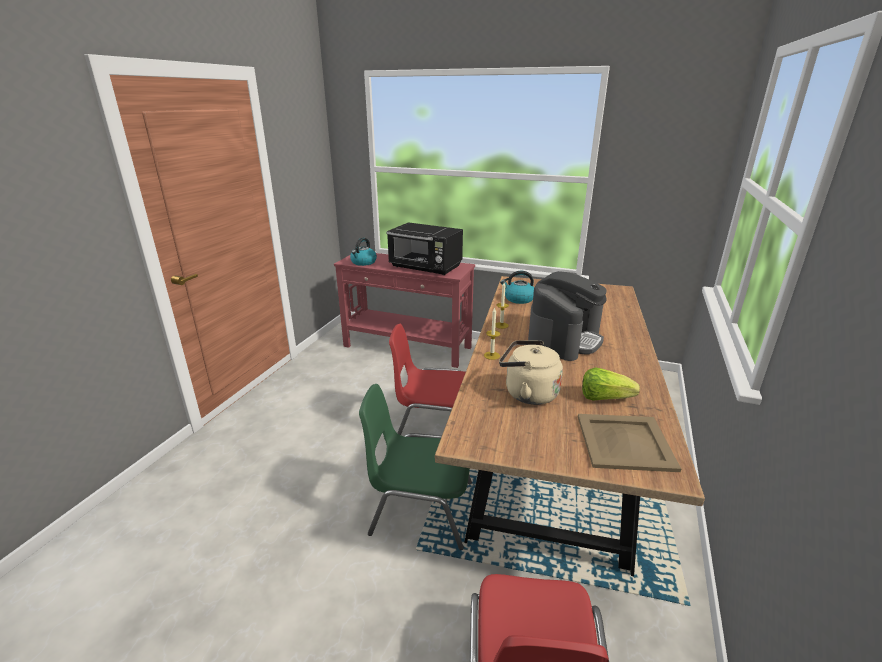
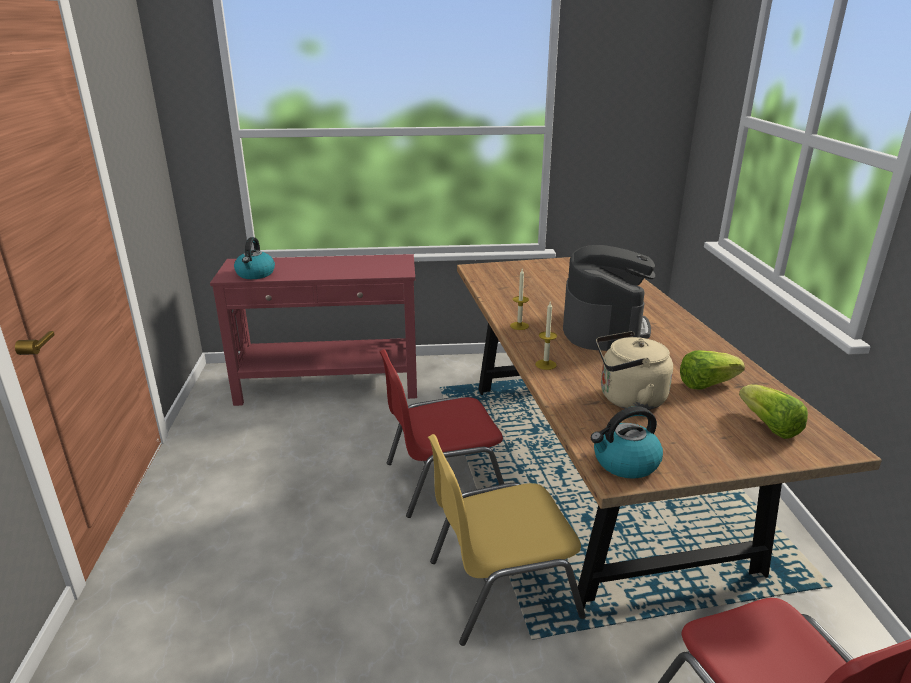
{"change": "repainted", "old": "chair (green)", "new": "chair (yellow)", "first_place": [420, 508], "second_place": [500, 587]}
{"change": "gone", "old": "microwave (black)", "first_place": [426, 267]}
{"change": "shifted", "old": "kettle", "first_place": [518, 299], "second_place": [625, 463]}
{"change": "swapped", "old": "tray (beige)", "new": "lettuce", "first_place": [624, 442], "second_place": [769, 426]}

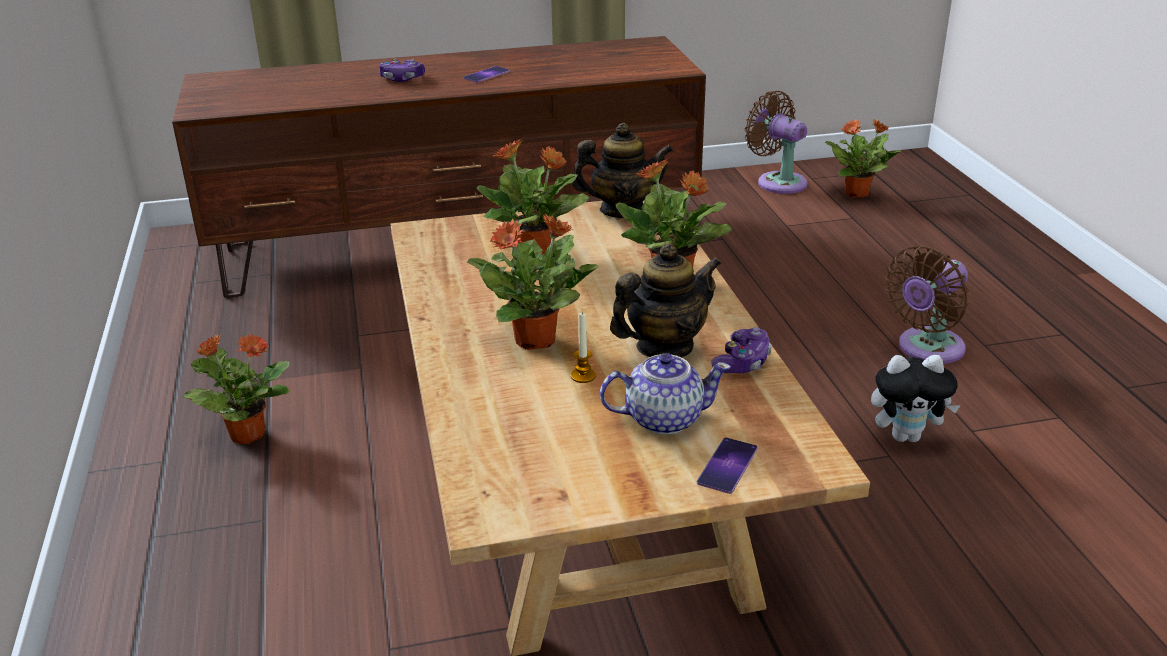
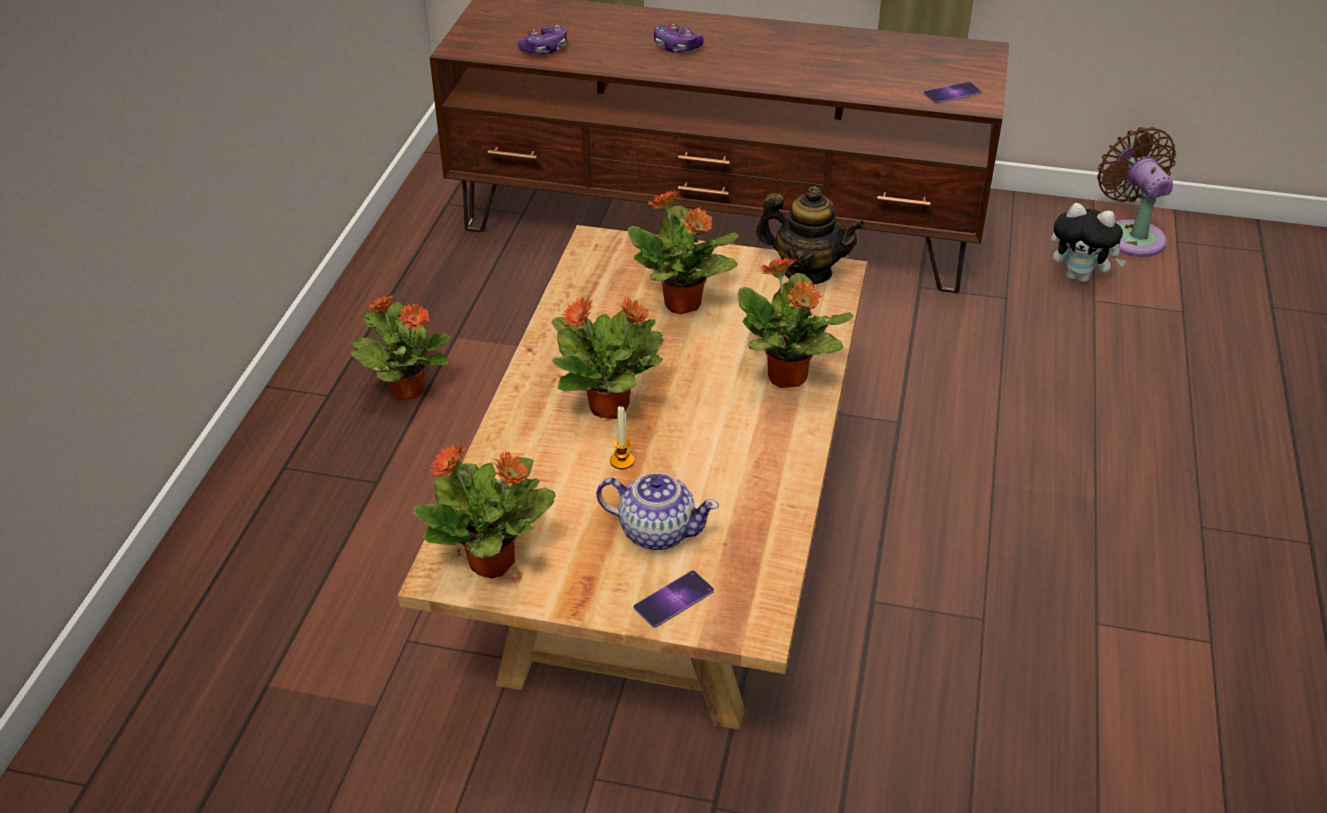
{"change": "shifted", "old": "phone", "first_place": [486, 75], "second_place": [952, 93]}
{"change": "gone", "old": "teapot", "first_place": [664, 347]}
{"change": "shifted", "old": "game controller", "first_place": [742, 362], "second_place": [544, 49]}
{"change": "shifted", "old": "potted plant", "first_place": [857, 194], "second_place": [493, 563]}
{"change": "shifted", "old": "plush toy", "first_place": [906, 436], "second_place": [1080, 277]}
{"change": "gone", "old": "fan (brown)", "first_place": [926, 349]}

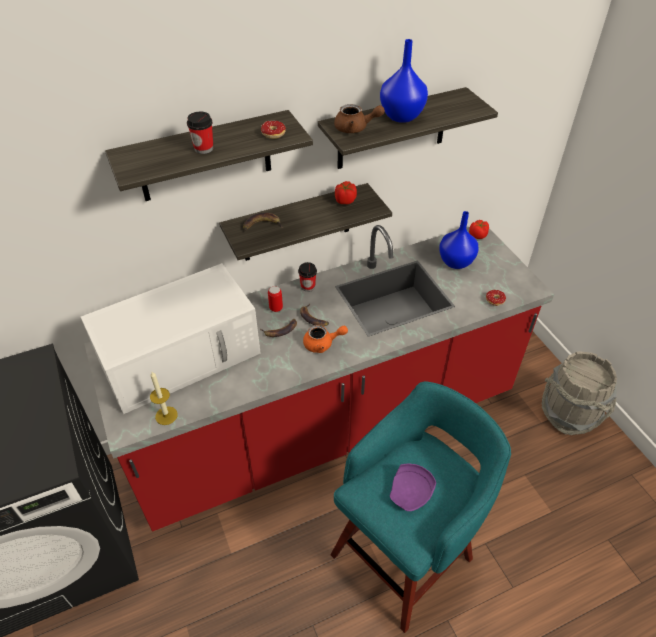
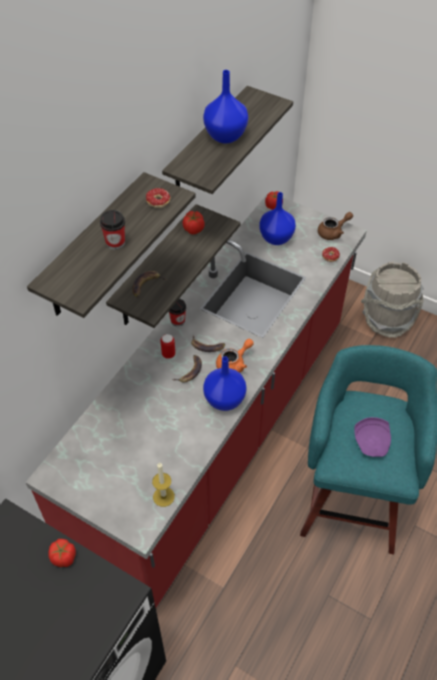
{"change": "gone", "old": "microwave (white)", "first_place": [182, 355]}
{"change": "shifted", "old": "teapot (brown)", "first_place": [355, 128], "second_place": [333, 232]}
{"change": "new", "new": "tomato", "second_place": [64, 557]}
{"change": "new", "new": "vase (blue)", "second_place": [225, 400]}

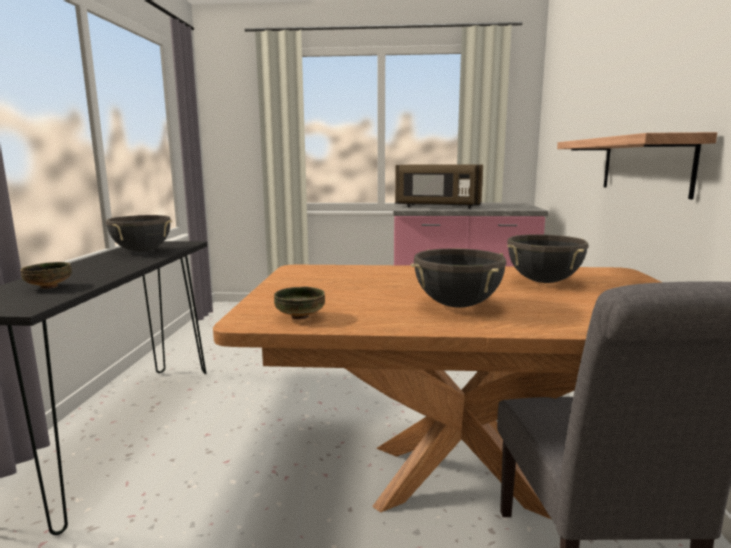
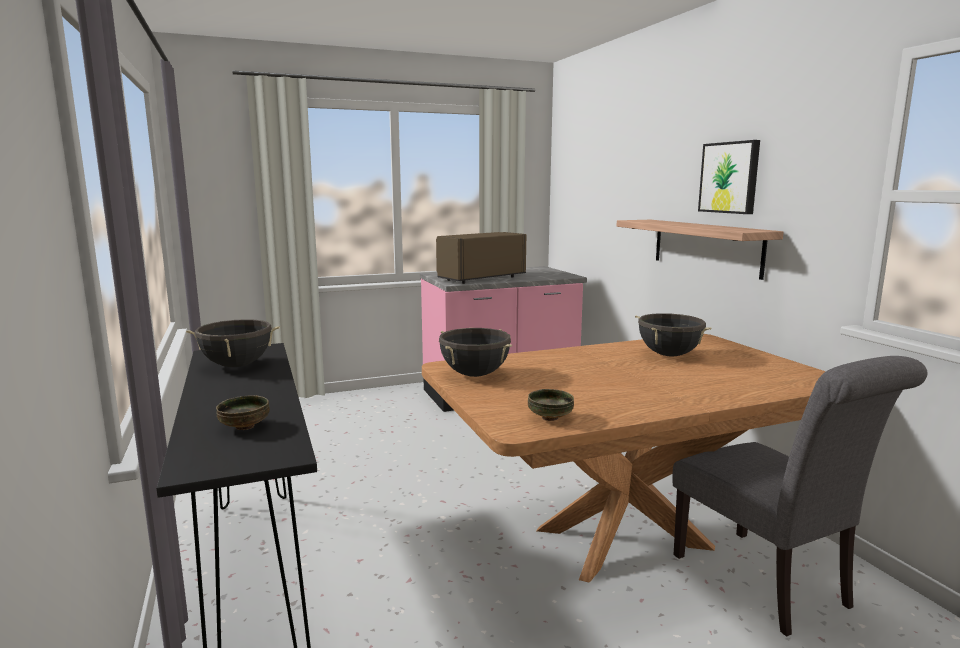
{"change": "rotated", "old": "microwave (brown)", "first_place": [437, 207], "second_place": [479, 278], "degrees": 150}
{"change": "shifted", "old": "cooking pot (black)", "first_place": [457, 305], "second_place": [475, 375]}
{"change": "new", "new": "picture", "second_place": [730, 177]}

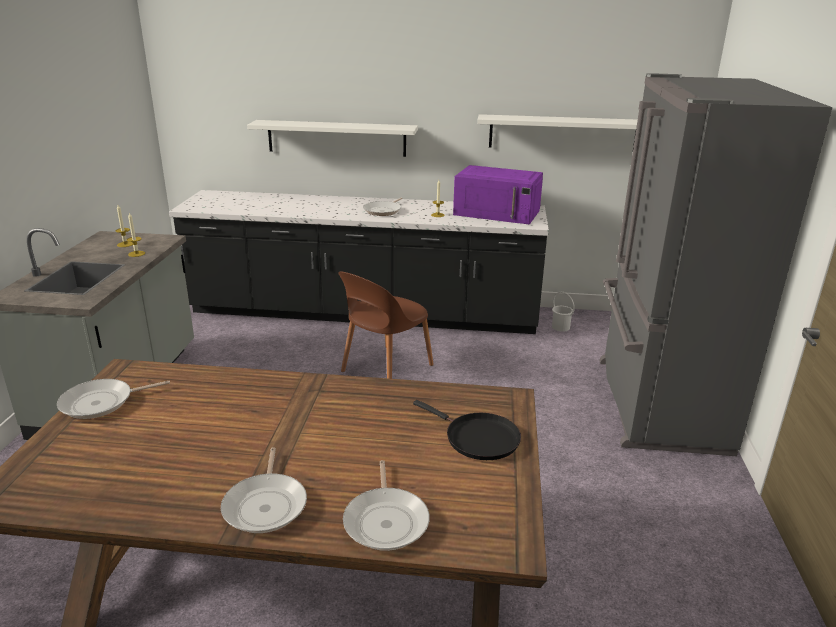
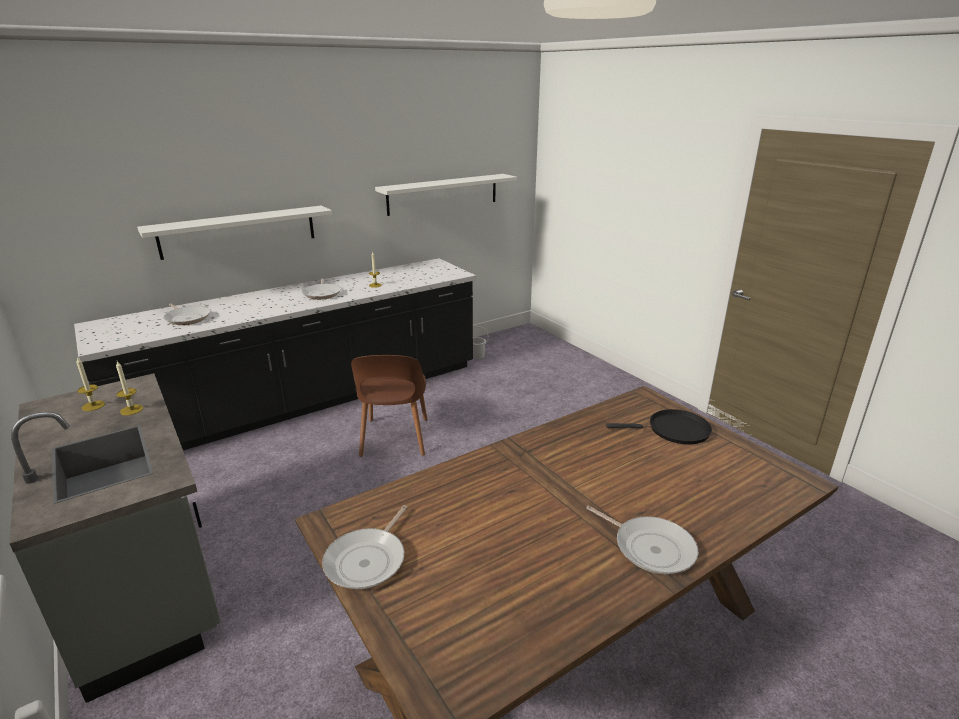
{"change": "shifted", "old": "frying pan", "first_place": [386, 520], "second_place": [187, 318]}
{"change": "gone", "old": "microwave (purple)", "first_place": [497, 212]}
{"change": "gone", "old": "fridge (grey)", "first_place": [656, 404]}

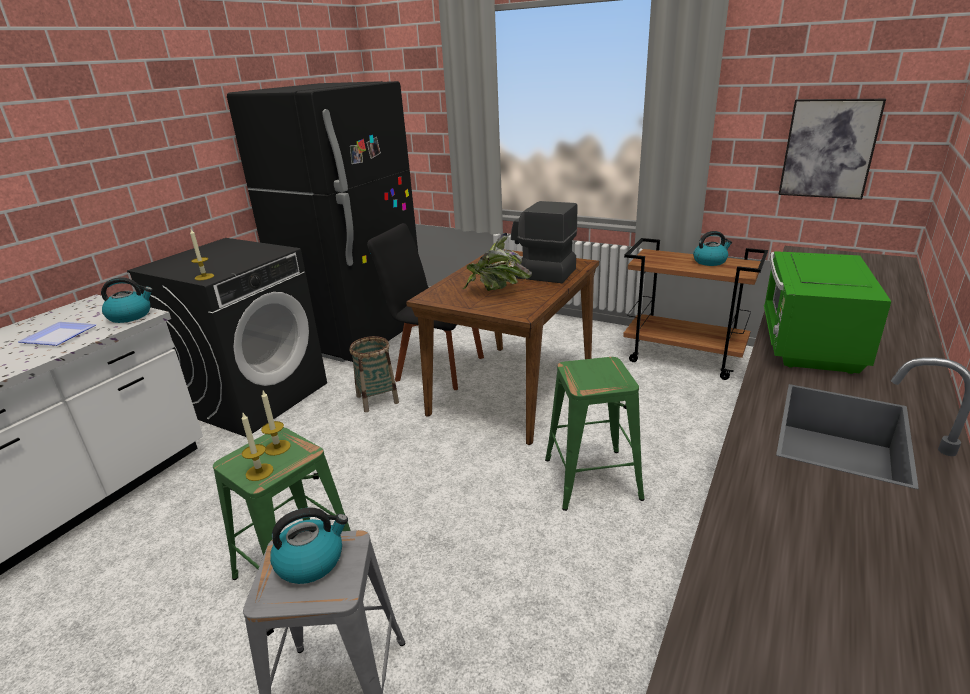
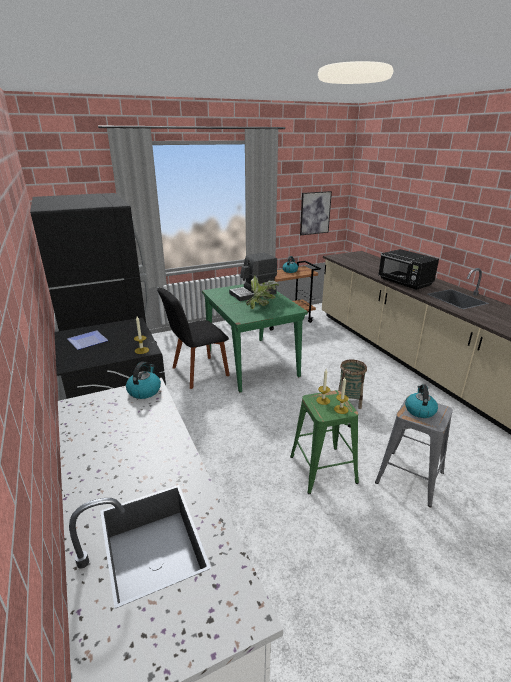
{"change": "shifted", "old": "plate", "first_place": [59, 335], "second_place": [86, 341]}
{"change": "shifted", "old": "basket", "first_place": [377, 399], "second_place": [349, 401]}
{"change": "repainted", "old": "dining table (brown)", "new": "dining table (green)", "first_place": [512, 390], "second_place": [252, 363]}
{"change": "gone", "old": "stool (green)", "first_place": [593, 478]}
{"change": "repainted", "old": "microwave (green)", "new": "microwave (black)", "first_place": [808, 345], "second_place": [405, 283]}

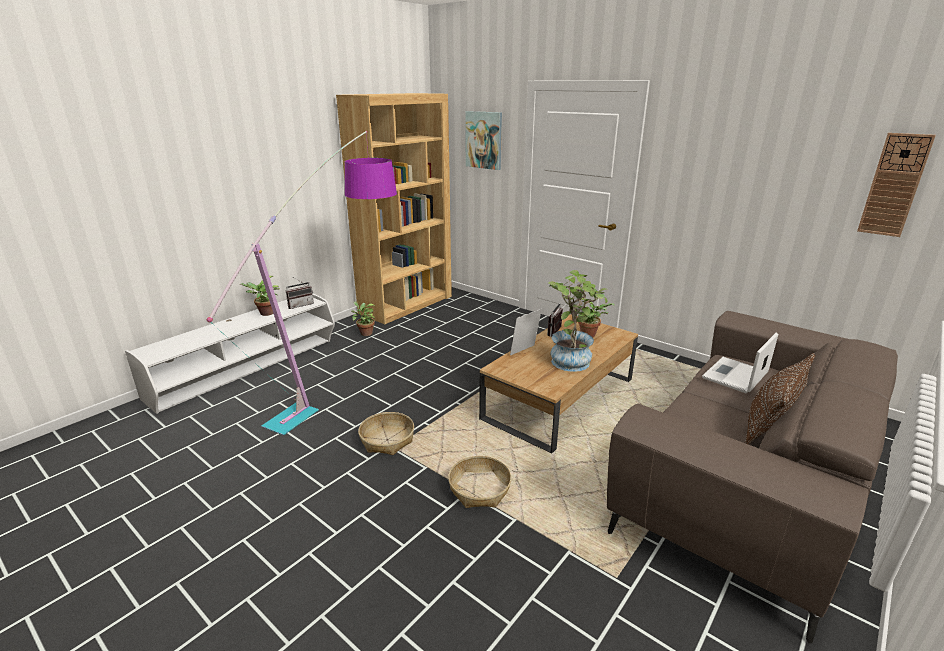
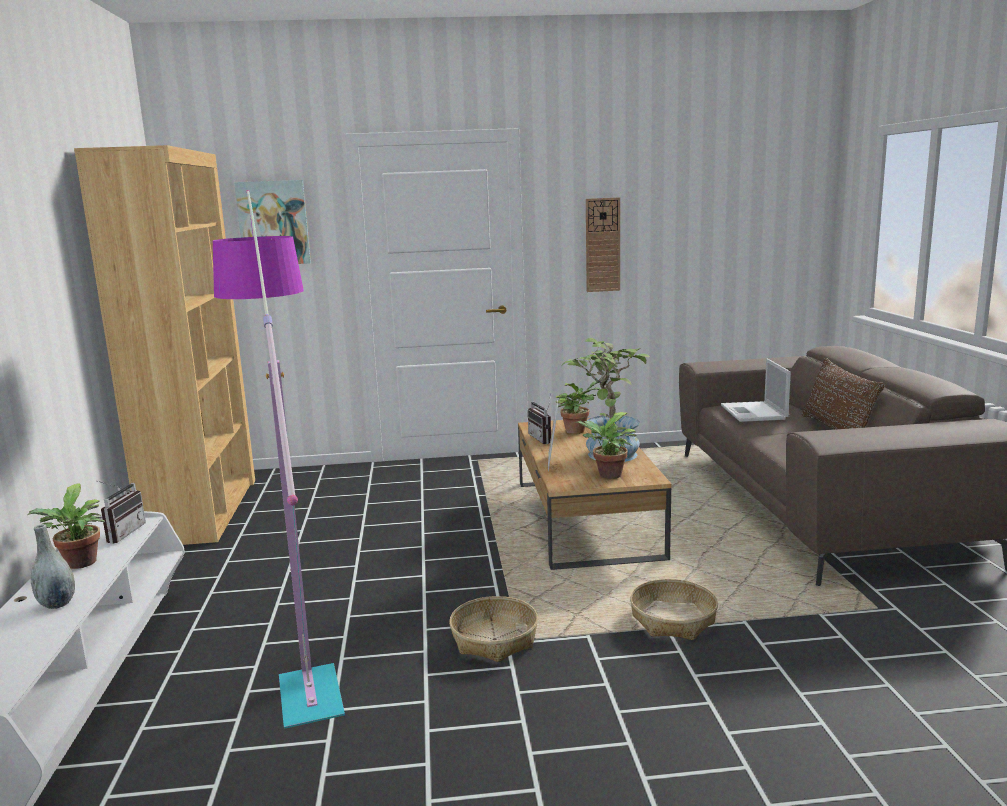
{"change": "shifted", "old": "potted plant", "first_place": [365, 333], "second_place": [607, 475]}
{"change": "shifted", "old": "wall clock", "first_place": [894, 185], "second_place": [602, 245]}
{"change": "new", "new": "vase (grey)", "second_place": [57, 604]}

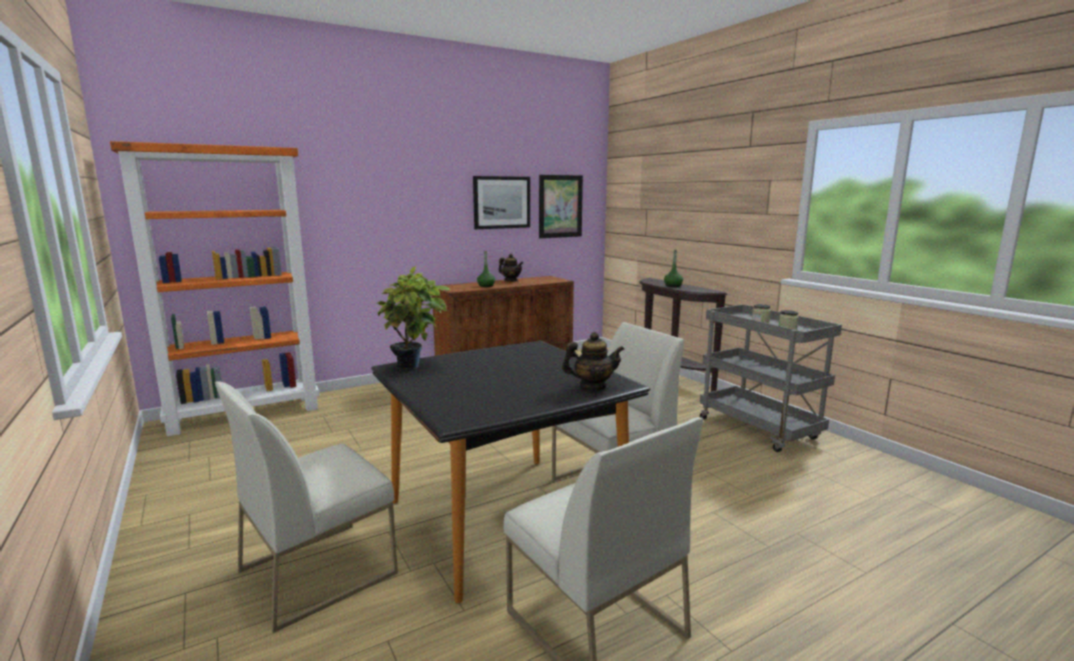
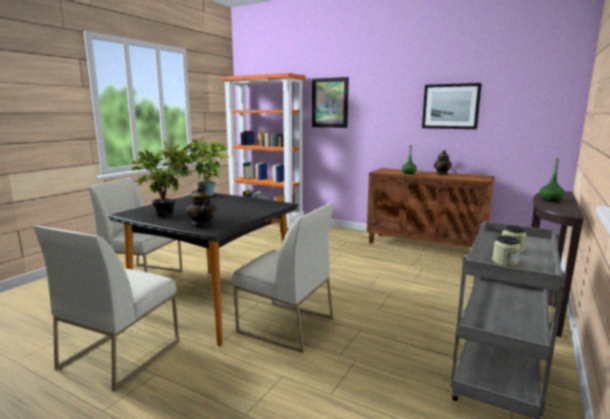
{"change": "shifted", "old": "picture", "first_place": [560, 206], "second_place": [330, 103]}
{"change": "new", "new": "potted plant", "second_place": [168, 214]}

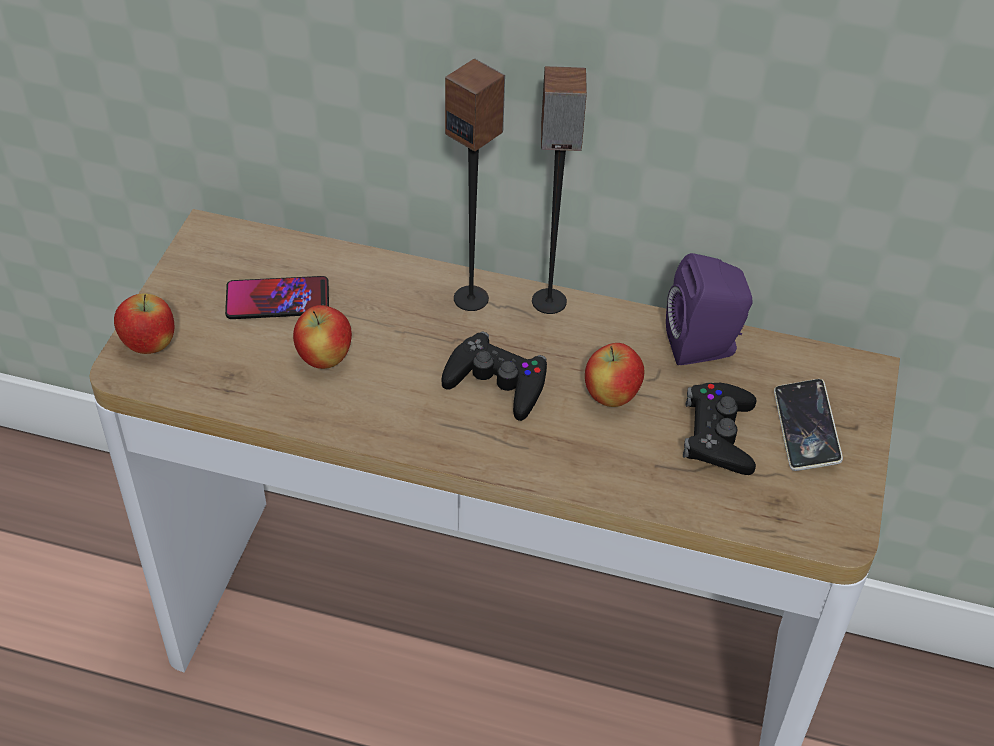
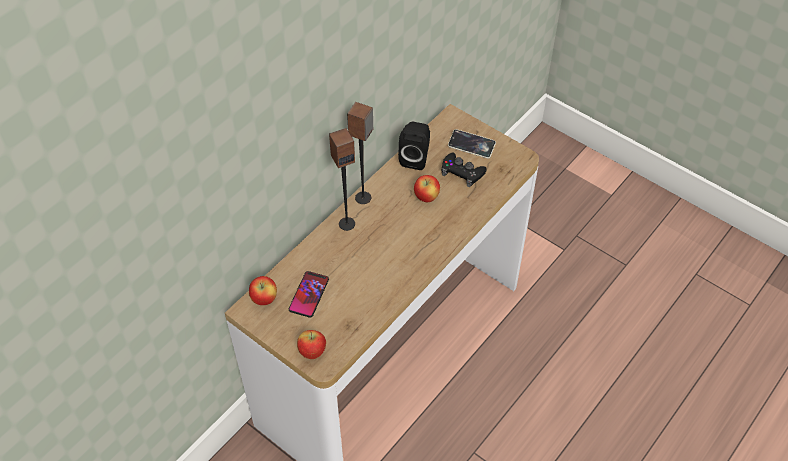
{"change": "shifted", "old": "apple", "first_place": [324, 359], "second_place": [264, 299]}
{"change": "gone", "old": "game controller (black)", "first_place": [496, 383]}
{"change": "repainted", "old": "speaker (purple)", "new": "speaker (black)", "first_place": [705, 347], "second_place": [415, 158]}

